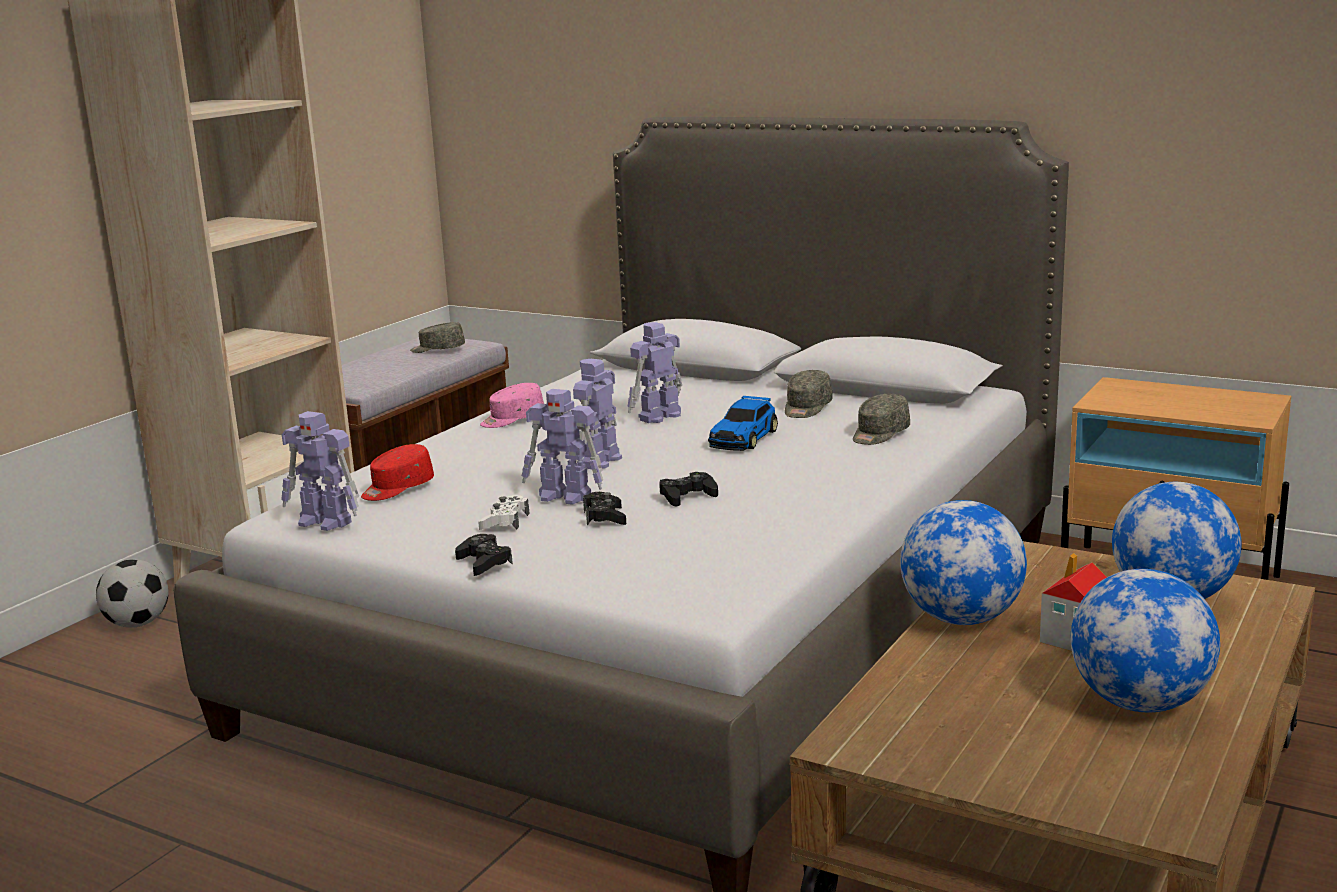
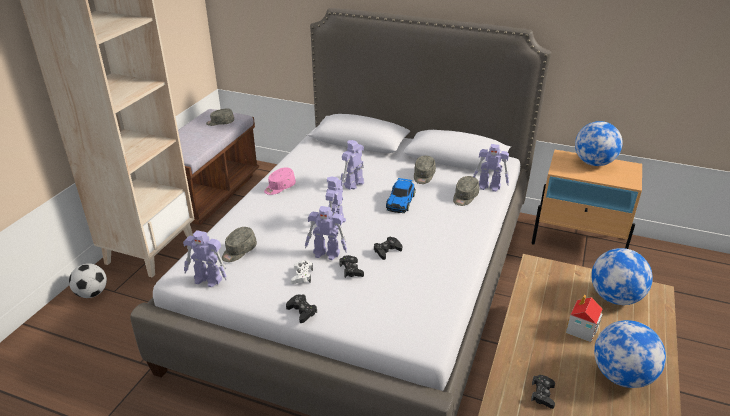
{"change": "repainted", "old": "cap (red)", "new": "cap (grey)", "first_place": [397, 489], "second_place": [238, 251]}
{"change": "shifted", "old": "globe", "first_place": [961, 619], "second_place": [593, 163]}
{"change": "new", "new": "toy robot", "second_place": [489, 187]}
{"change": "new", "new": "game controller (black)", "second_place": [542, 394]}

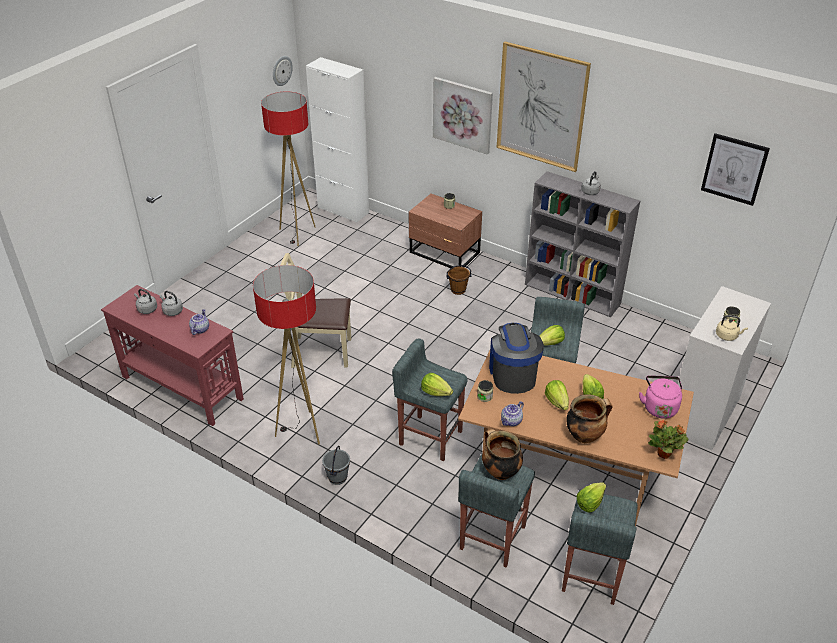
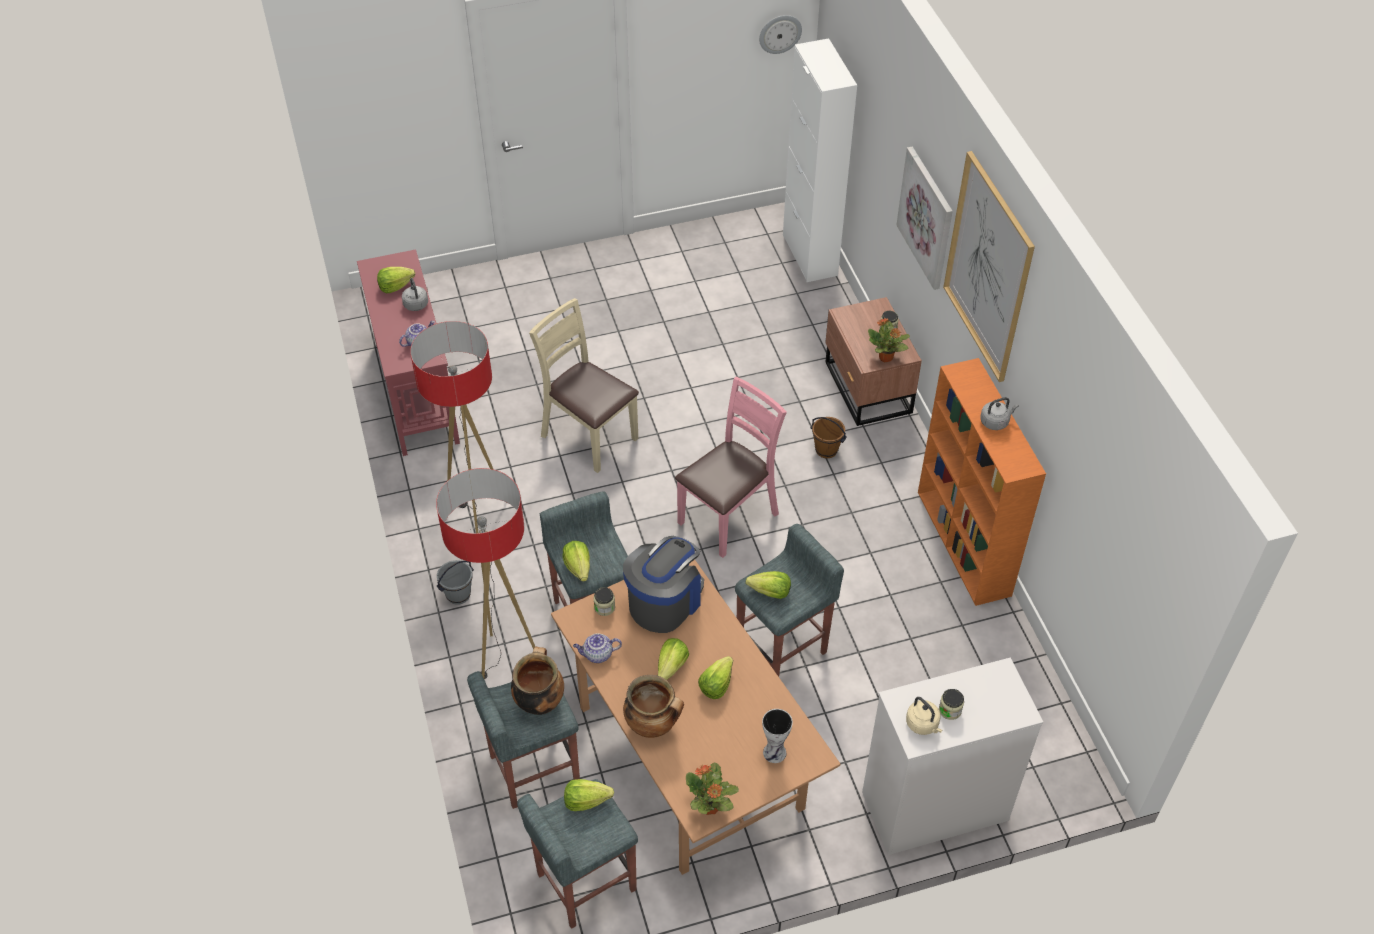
{"change": "swapped", "old": "kettle (grey)", "new": "lettuce", "first_place": [146, 309], "second_place": [395, 286]}
{"change": "shifted", "old": "floor lamp", "first_place": [297, 234], "second_place": [504, 663]}
{"change": "repainted", "old": "bookcase (grey)", "new": "bookcase (orange)", "first_place": [573, 294], "second_place": [964, 544]}
{"change": "swapped", "old": "kettle (pink)", "new": "vase", "first_place": [659, 407], "second_place": [775, 752]}
{"change": "gone", "old": "picture", "first_place": [734, 169]}
{"change": "new", "new": "chair (pink)", "second_place": [728, 517]}
{"change": "new", "new": "potted plant", "second_place": [886, 358]}

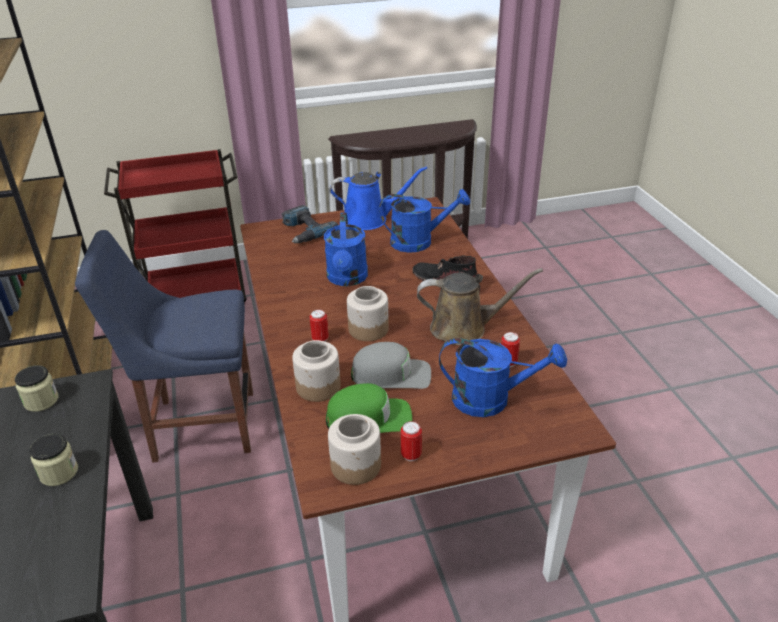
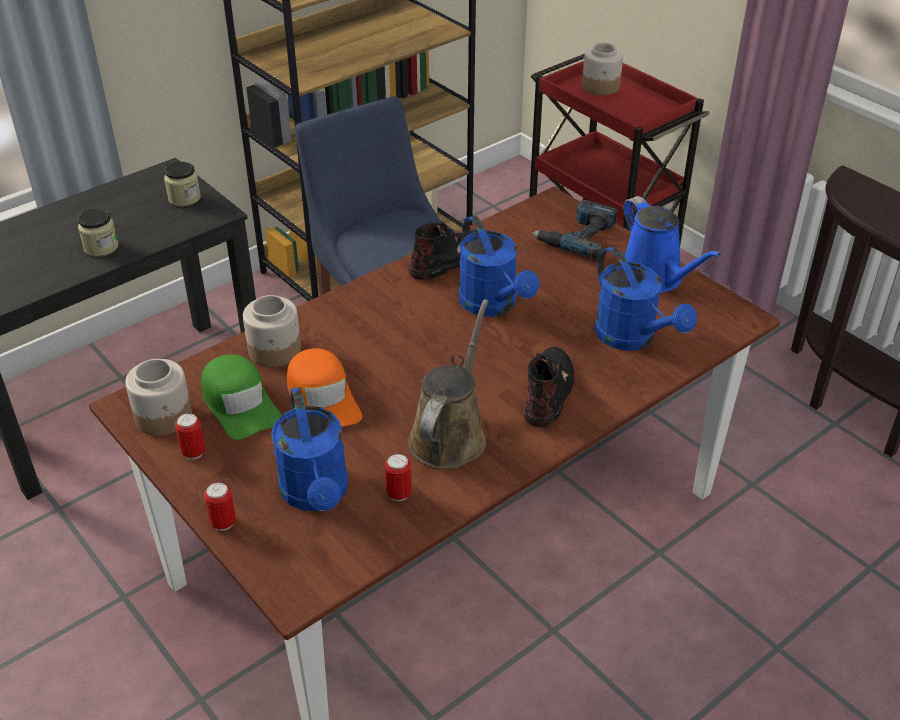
{"change": "shifted", "old": "can", "first_place": [320, 339], "second_place": [223, 523]}
{"change": "rotated", "old": "watering can (blue)", "first_place": [347, 279], "second_place": [493, 305], "degrees": -90}
{"change": "shifted", "old": "jar", "first_place": [369, 329], "second_place": [601, 87]}
{"change": "repainted", "old": "cap (grey)", "new": "cap (orange)", "first_place": [391, 374], "second_place": [323, 398]}
{"change": "rotated", "old": "watering can (brown)", "first_place": [464, 328], "second_place": [450, 435], "degrees": -135}
{"change": "new", "new": "boot (black)", "second_place": [450, 259]}

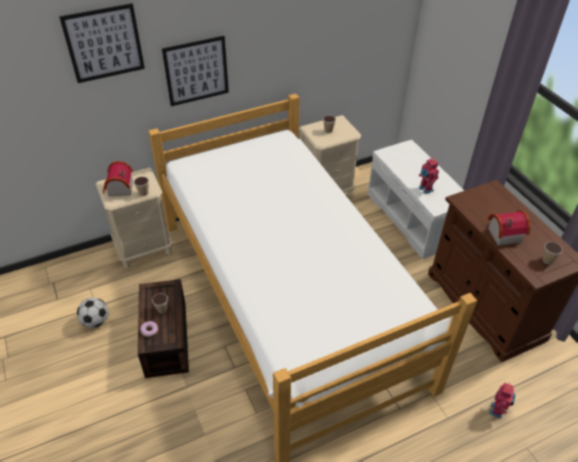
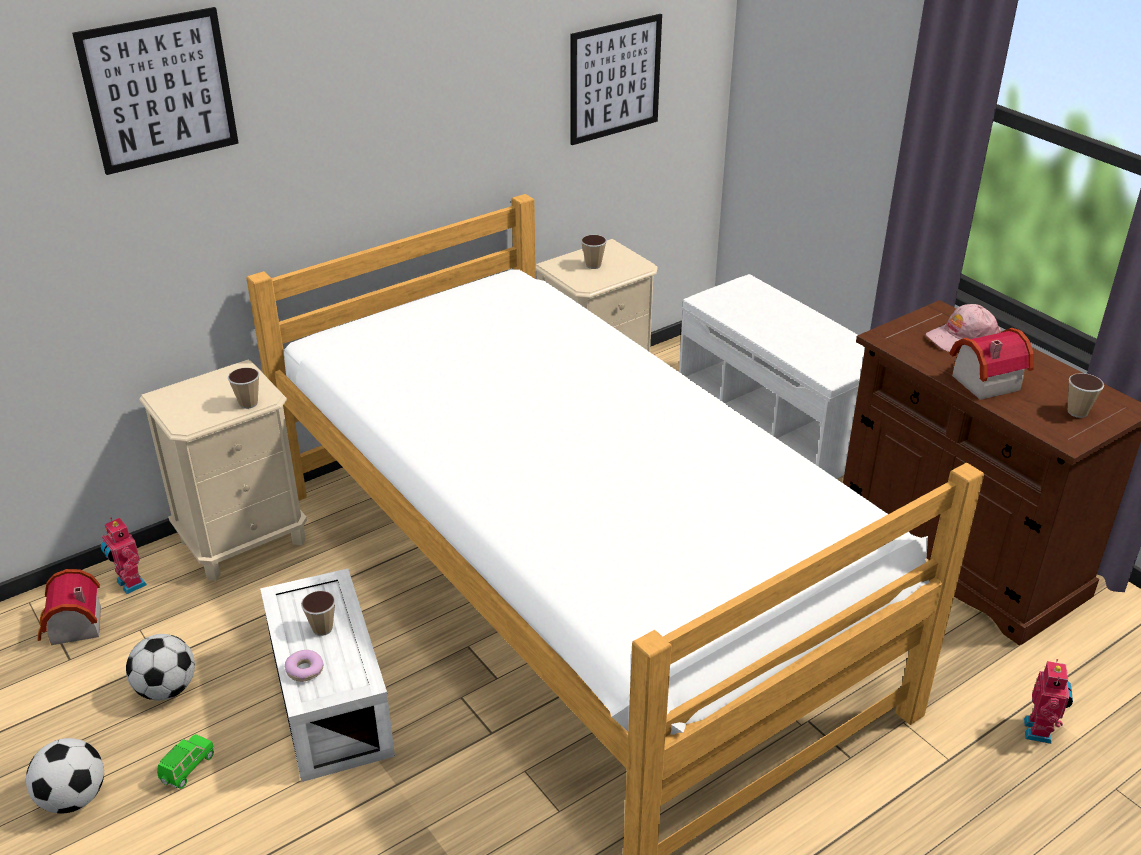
{"change": "shifted", "old": "toy house", "first_place": [118, 189], "second_place": [72, 627]}
{"change": "repainted", "old": "storage box (brown)", "new": "storage box (white)", "first_place": [165, 338], "second_place": [327, 700]}
{"change": "shifted", "old": "picture", "first_place": [196, 71], "second_place": [615, 79]}
{"change": "shifted", "old": "toy robot", "first_place": [425, 189], "second_place": [129, 584]}
{"change": "new", "new": "football", "second_place": [74, 798]}
{"change": "new", "new": "toy car (green)", "second_place": [187, 769]}
{"change": "new", "new": "cap (pink)", "second_place": [962, 337]}

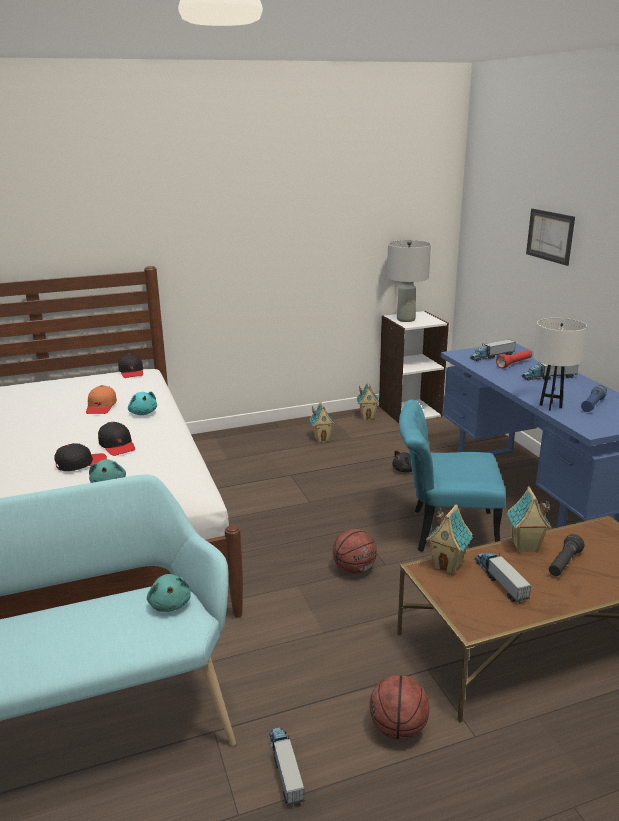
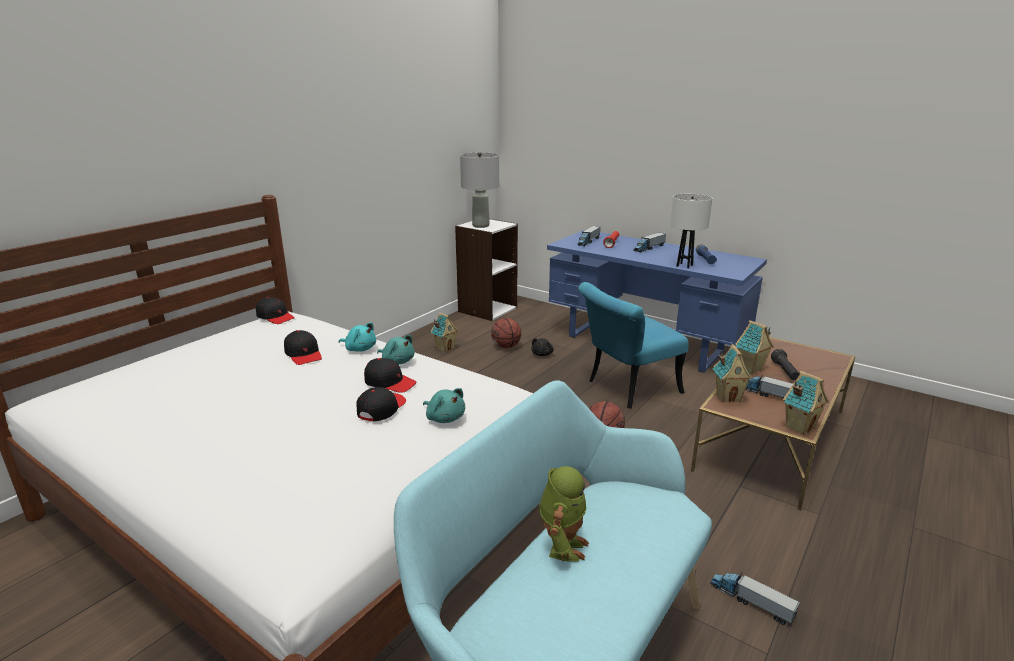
{"change": "repainted", "old": "cap (orange)", "new": "cap (black)", "first_place": [101, 406], "second_place": [304, 354]}
{"change": "shifted", "old": "plush toy (turquoise)", "first_place": [170, 603], "second_place": [397, 361]}
{"change": "shifted", "old": "toy house", "first_place": [367, 417], "second_place": [799, 427]}
{"change": "shifted", "old": "basketball", "first_place": [398, 729], "second_place": [506, 346]}
{"change": "gone", "old": "picture", "first_place": [550, 236]}
{"change": "new", "new": "toy robot", "second_place": [562, 545]}

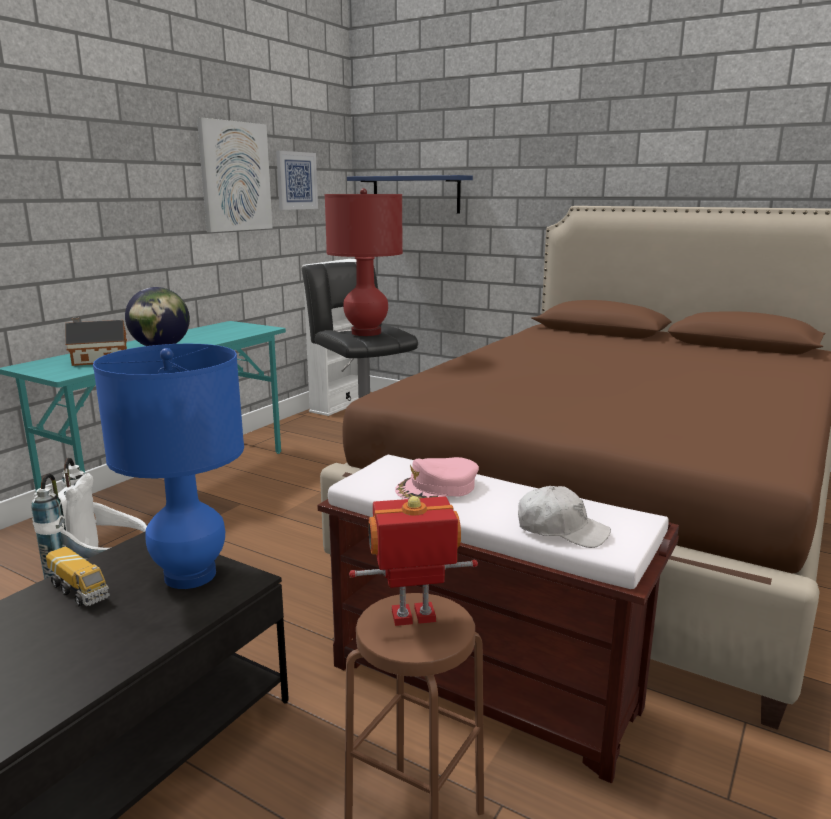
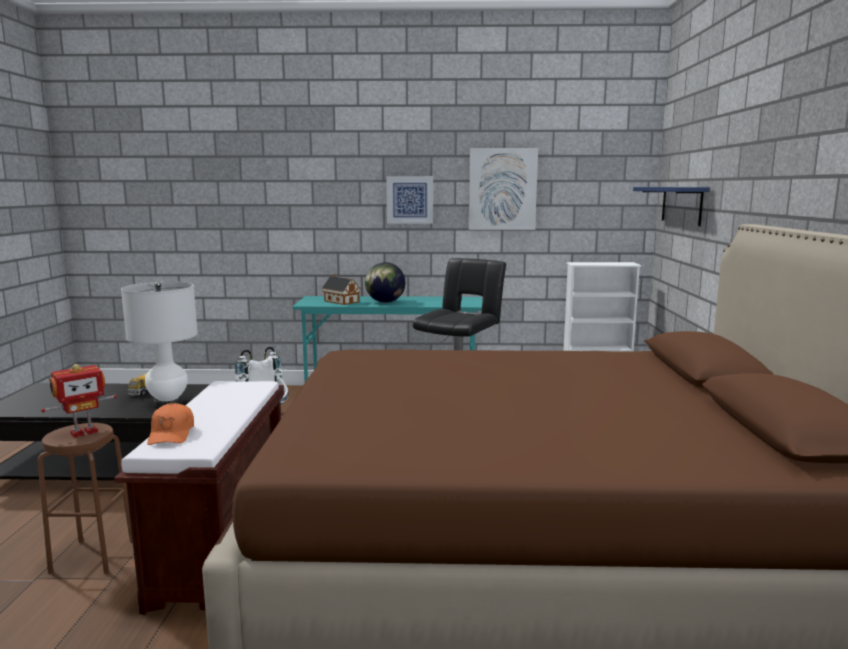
{"change": "repainted", "old": "table lamp (blue)", "new": "table lamp (white)", "first_place": [190, 575], "second_place": [168, 403]}
{"change": "shifted", "old": "picture", "first_place": [296, 180], "second_place": [409, 199]}
{"change": "gone", "old": "table lamp (red)", "first_place": [366, 333]}
{"change": "rotated", "old": "toy robot", "first_place": [414, 618], "second_place": [84, 432], "degrees": 90}
{"change": "gone", "old": "cap (pink)", "first_place": [437, 488]}
{"change": "repainted", "old": "cap (white)", "new": "cap (orange)", "first_place": [561, 530], "second_place": [172, 434]}

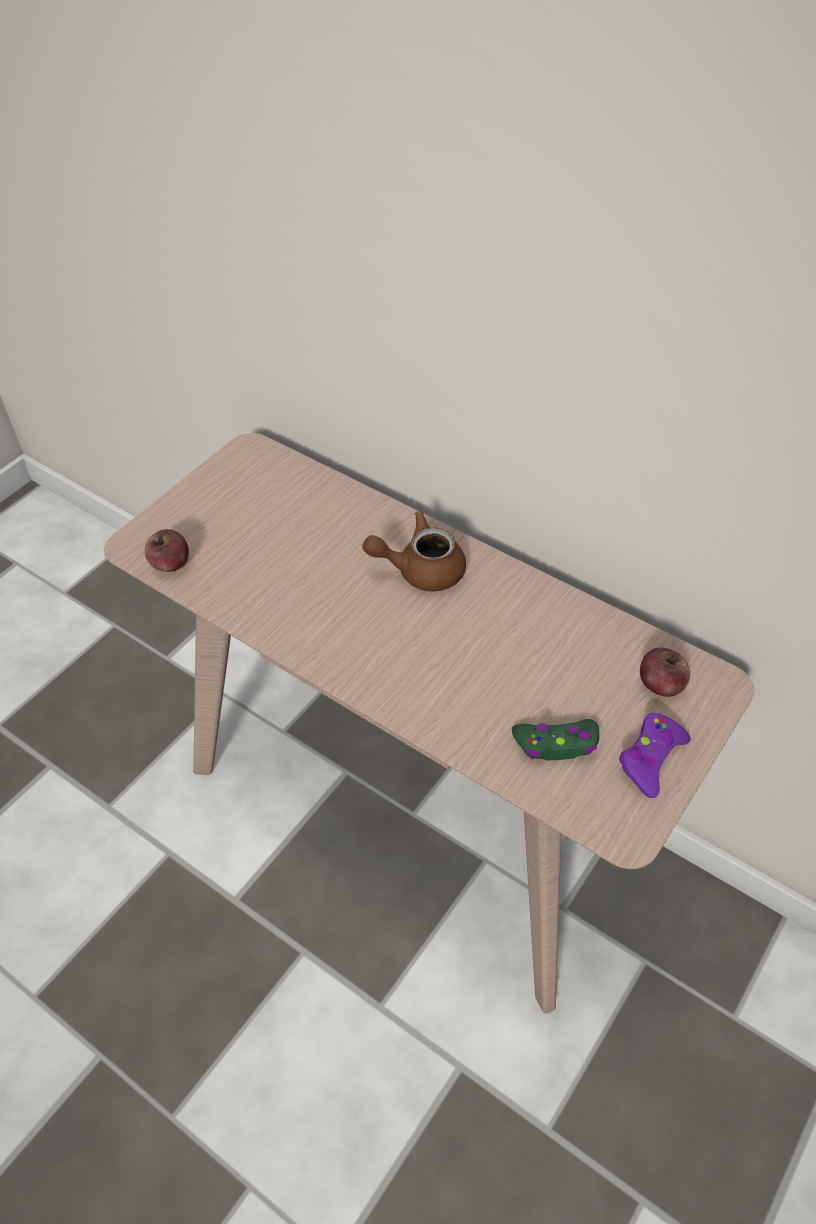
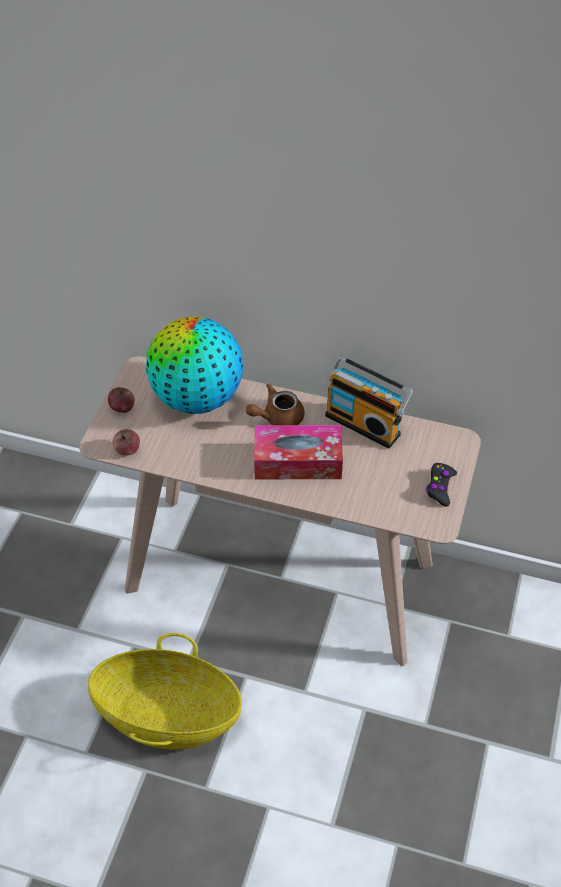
{"change": "gone", "old": "game controller (green)", "first_place": [556, 744]}
{"change": "repainted", "old": "game controller (purple)", "new": "game controller (black)", "first_place": [650, 758], "second_place": [440, 487]}
{"change": "shifted", "old": "apple", "first_place": [661, 684], "second_place": [122, 407]}
{"change": "new", "new": "basket", "second_place": [167, 715]}
{"change": "new", "new": "globe", "second_place": [196, 398]}
{"change": "new", "new": "tissue box", "second_place": [297, 461]}
{"change": "new", "new": "radio", "second_place": [364, 423]}

